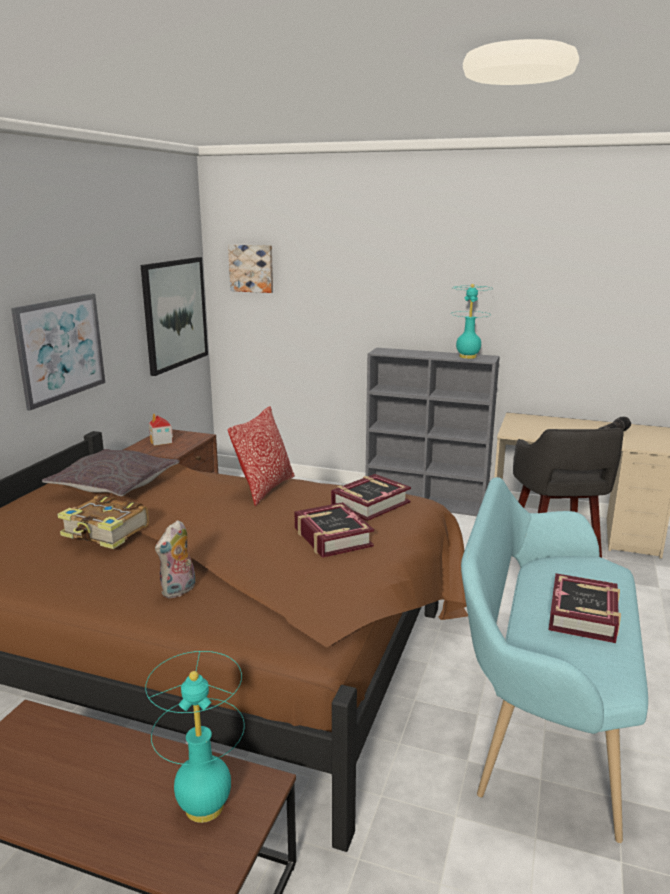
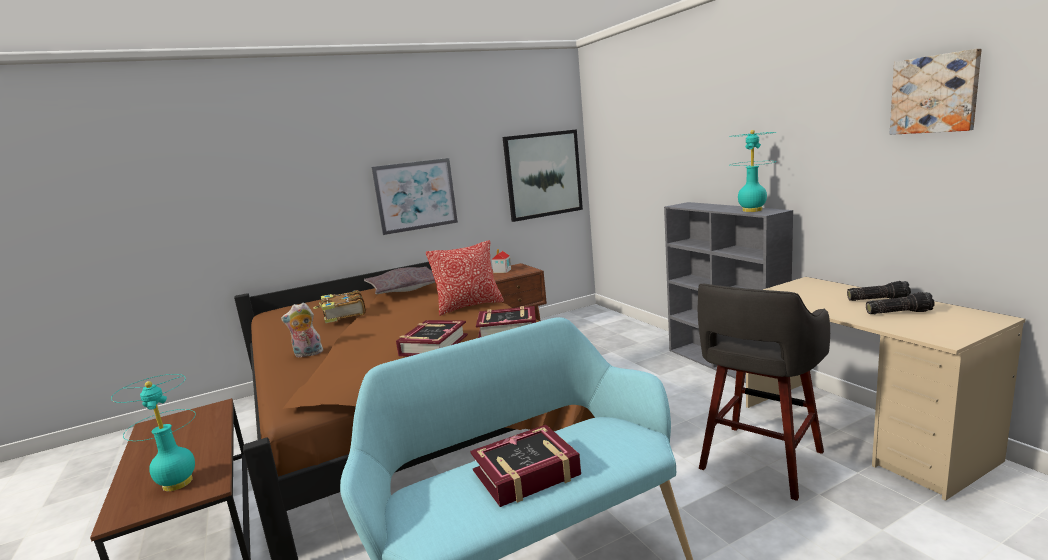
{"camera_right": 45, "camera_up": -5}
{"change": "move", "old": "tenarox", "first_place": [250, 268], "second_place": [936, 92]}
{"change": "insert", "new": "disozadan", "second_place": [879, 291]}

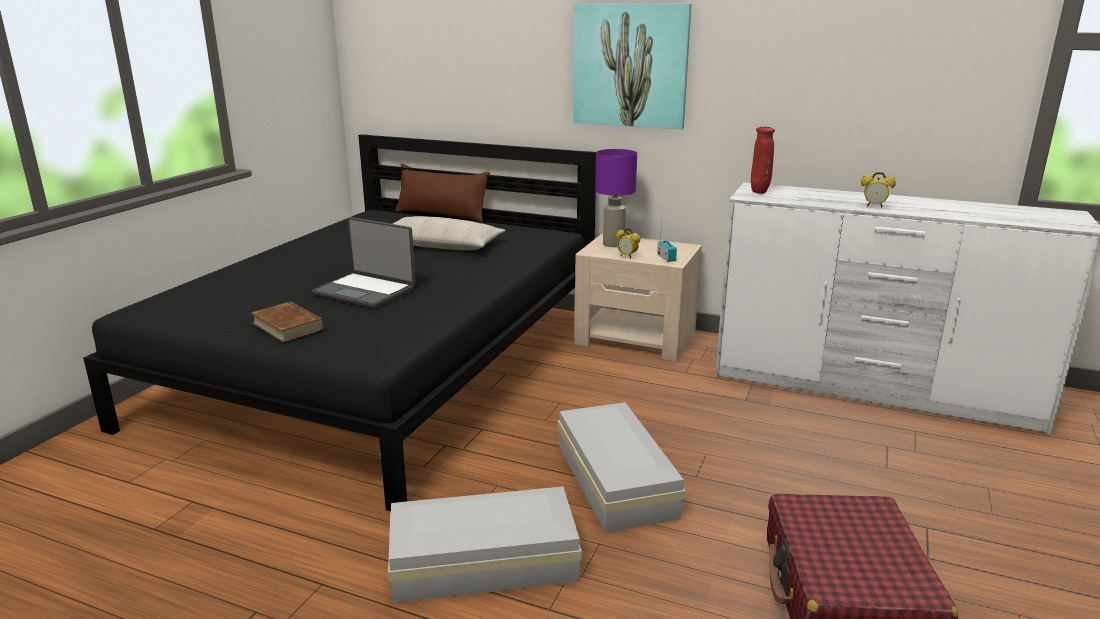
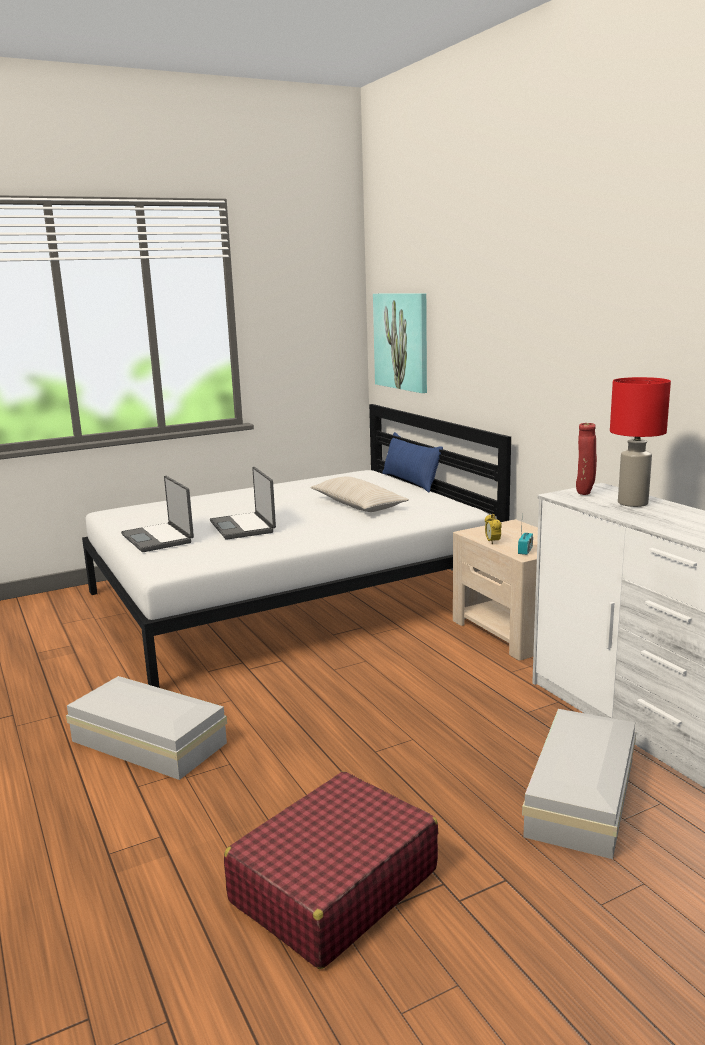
{"camera_right": 40, "camera_up": -5}
{"change": "move", "old": "tenarox", "first_place": [632, 66], "second_place": [400, 343]}
{"change": "recolor", "old": "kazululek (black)", "new": "kazululek (white)", "first_place": [339, 323], "second_place": [296, 546]}
{"change": "delete", "old": "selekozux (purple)", "first_place": [616, 198]}
{"change": "recolor", "old": "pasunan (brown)", "new": "pasunan (blue)", "first_place": [442, 193], "second_place": [412, 462]}
{"change": "delete", "old": "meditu", "first_place": [878, 189]}
{"change": "replace", "old": "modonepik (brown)", "new": "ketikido", "first_place": [287, 322], "second_place": [157, 514]}
{"change": "move", "old": "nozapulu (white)", "first_place": [621, 467], "second_place": [579, 784]}
{"change": "insert", "new": "selekozux (red)", "second_place": [640, 442]}

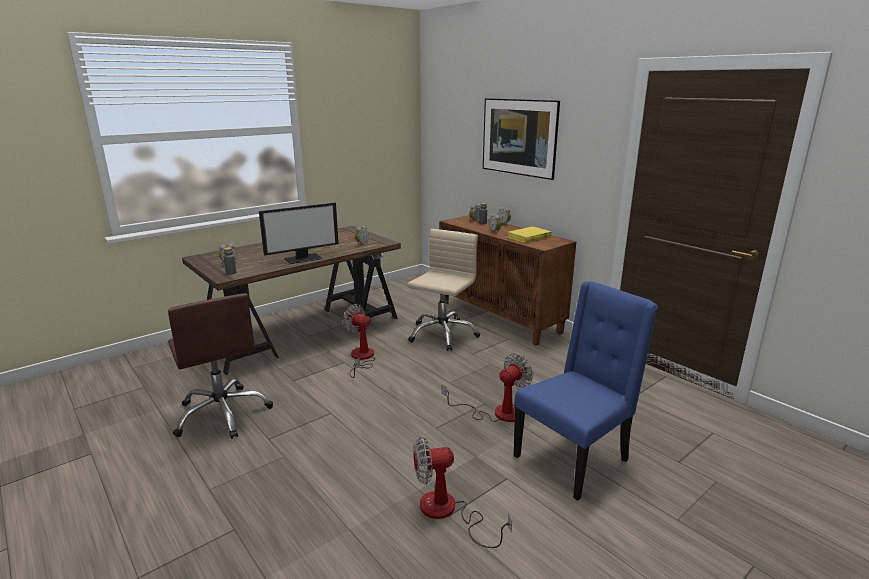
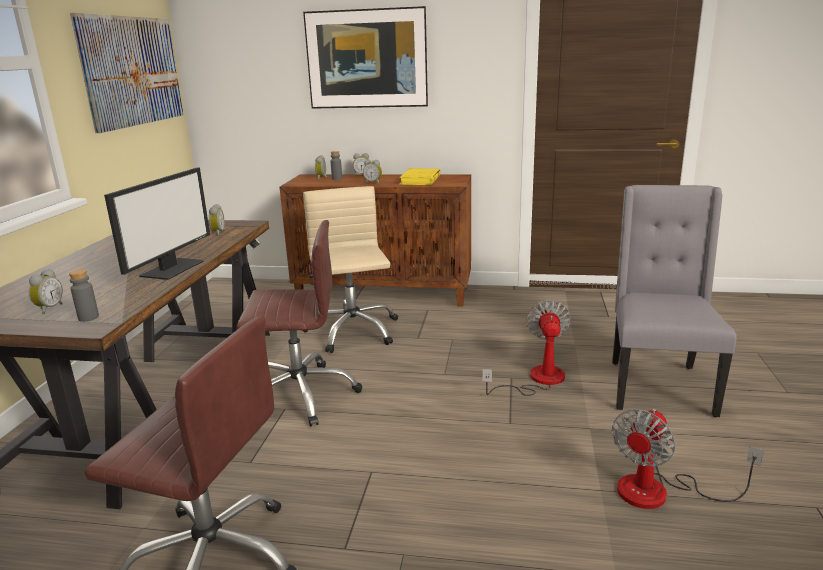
{"camera_right": -40, "camera_up": 0}
{"change": "recolor", "old": "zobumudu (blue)", "new": "zobumudu (grey)", "first_place": [586, 391], "second_place": [674, 301]}
{"change": "replace", "old": "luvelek", "new": "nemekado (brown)", "first_place": [359, 341], "second_place": [299, 323]}
{"change": "insert", "new": "tenarox", "second_place": [126, 73]}

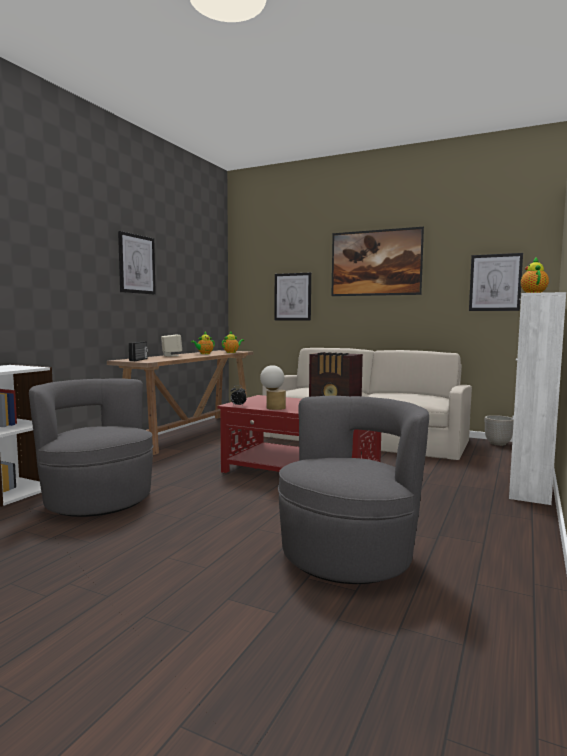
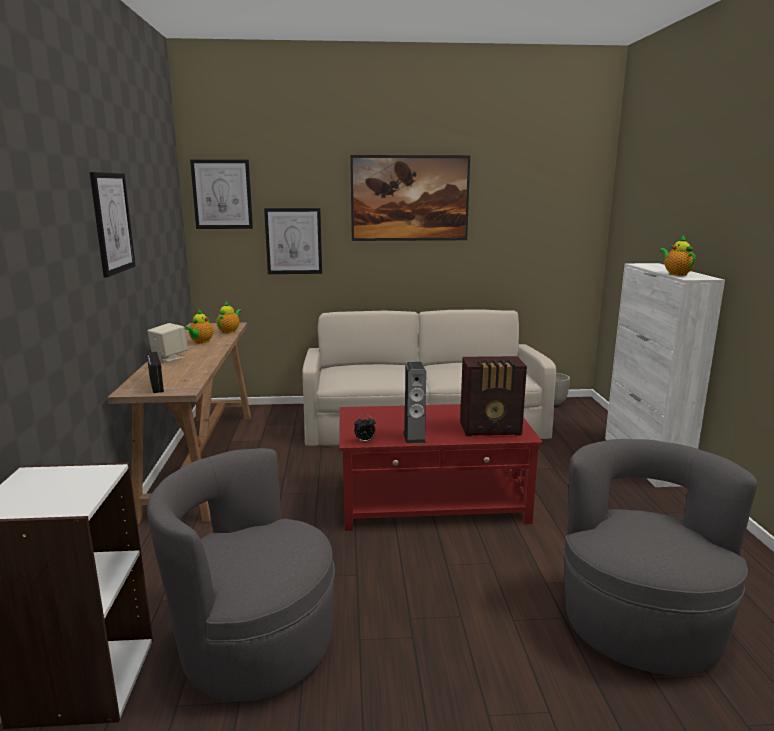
{"camera_right": -30, "camera_up": 10}
{"change": "move", "old": "tenarox", "first_place": [496, 282], "second_place": [221, 194]}
{"change": "replace", "old": "selekozux", "new": "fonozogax", "first_place": [273, 387], "second_place": [414, 403]}

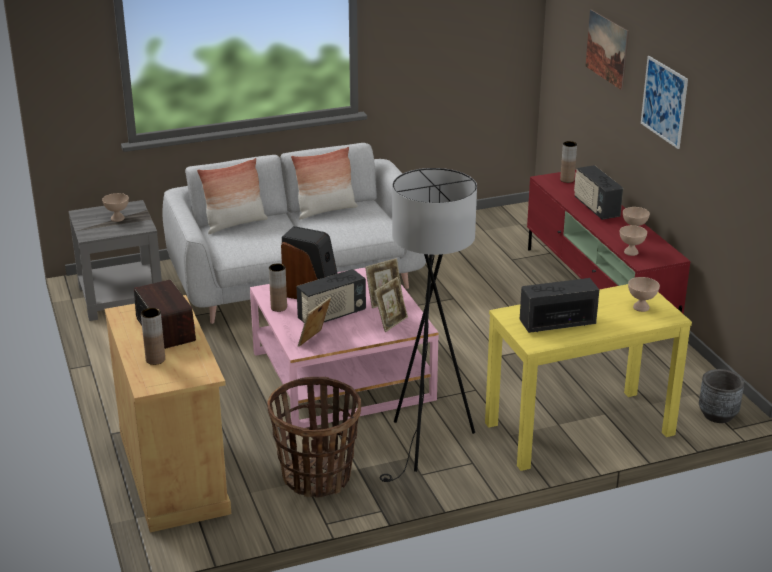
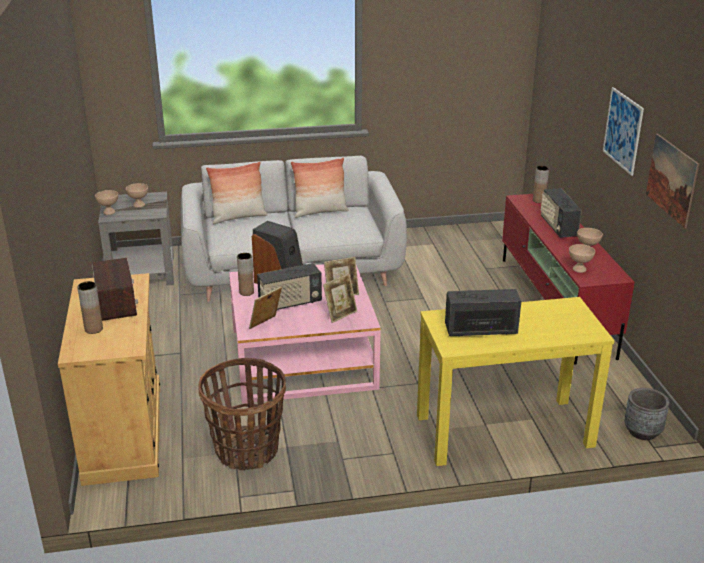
{"camera_right": 10, "camera_up": 0}
{"change": "move", "old": "tenarox", "first_place": [607, 49], "second_place": [672, 181]}
{"change": "delete", "old": "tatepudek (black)", "first_place": [428, 325]}
{"change": "move", "old": "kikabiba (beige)", "first_place": [644, 294], "second_place": [106, 202]}

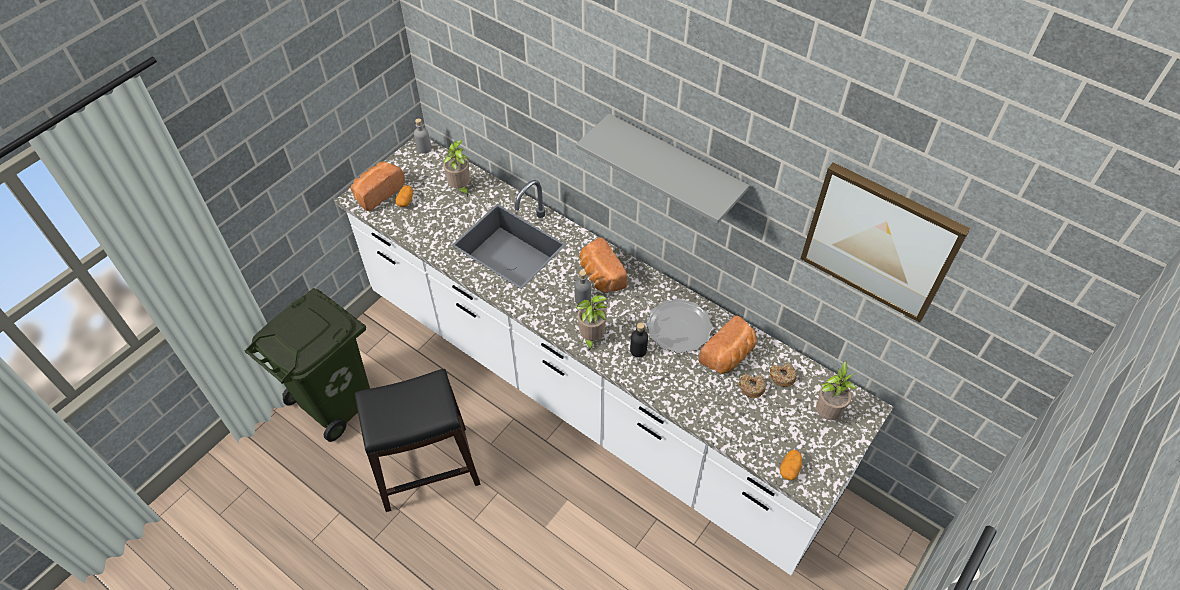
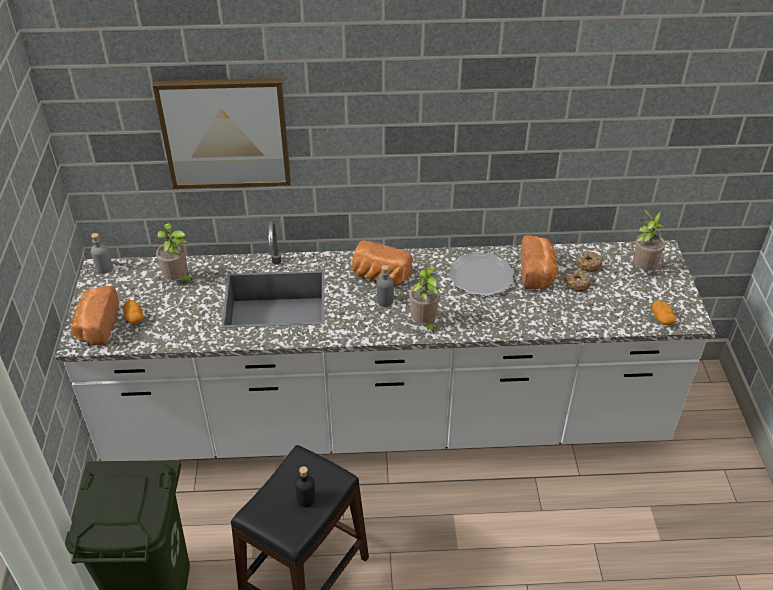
{"camera_right": -40, "camera_up": -10}
{"change": "delete", "old": "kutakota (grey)", "first_place": [663, 168]}
{"change": "move", "old": "tenarox", "first_place": [885, 242], "second_place": [222, 133]}
{"change": "move", "old": "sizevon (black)", "first_place": [639, 340], "second_place": [305, 487]}

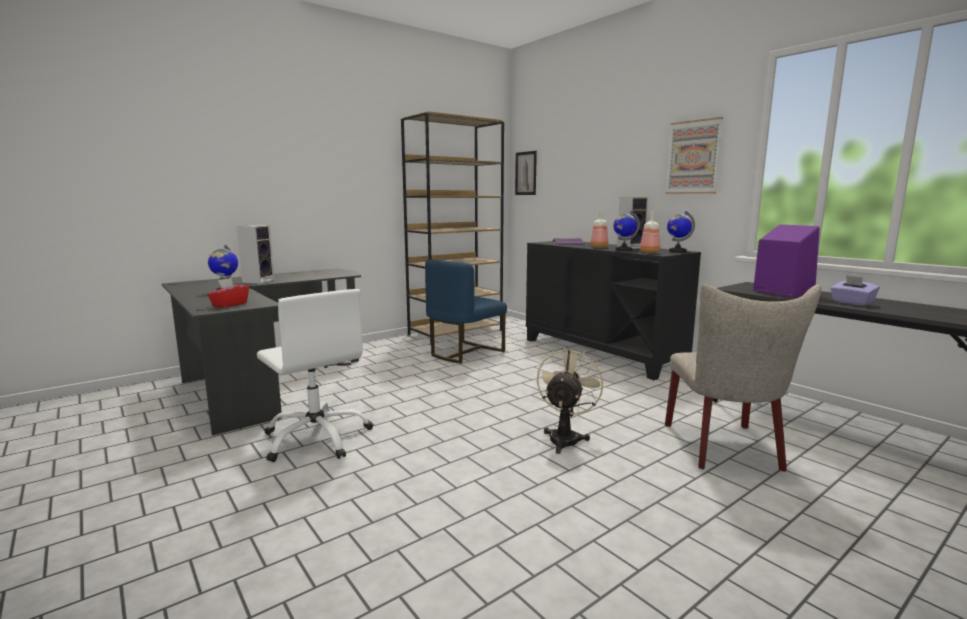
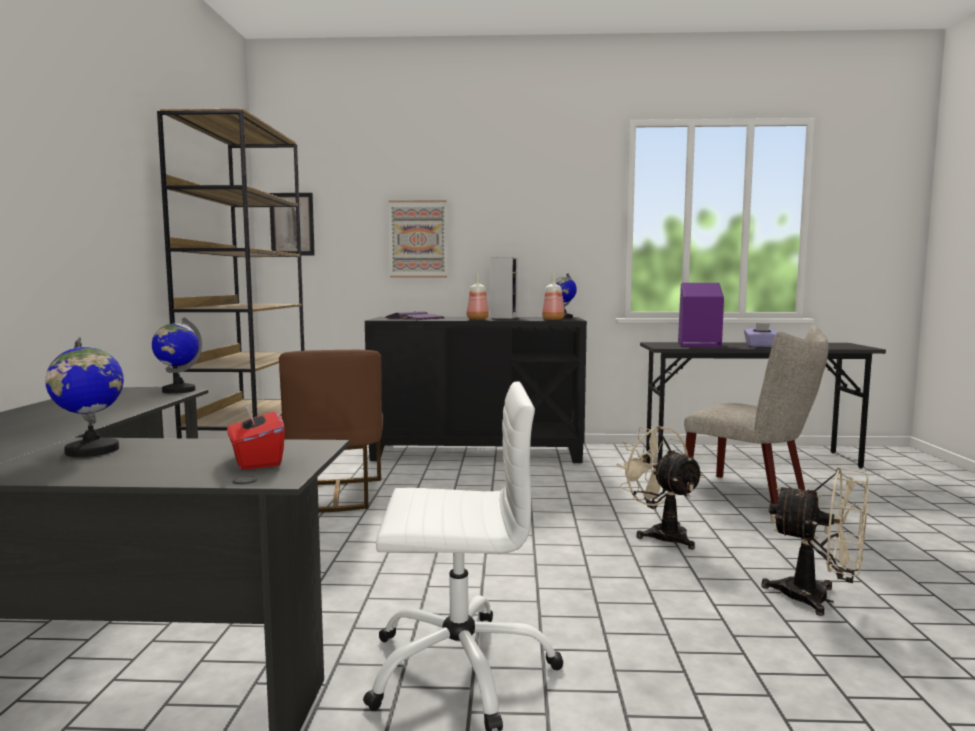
{"camera_right": -50, "camera_up": -5}
{"change": "move", "old": "tenarox", "first_place": [694, 155], "second_place": [418, 238]}
{"change": "move", "old": "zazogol", "first_place": [626, 231], "second_place": [177, 355]}
{"change": "delete", "old": "fonozogax", "first_place": [256, 254]}
{"change": "recolor", "old": "zobumudu (blue)", "new": "zobumudu (brown)", "first_place": [466, 311], "second_place": [331, 431]}
{"change": "insert", "new": "luvelek (beige)", "second_place": [815, 542]}

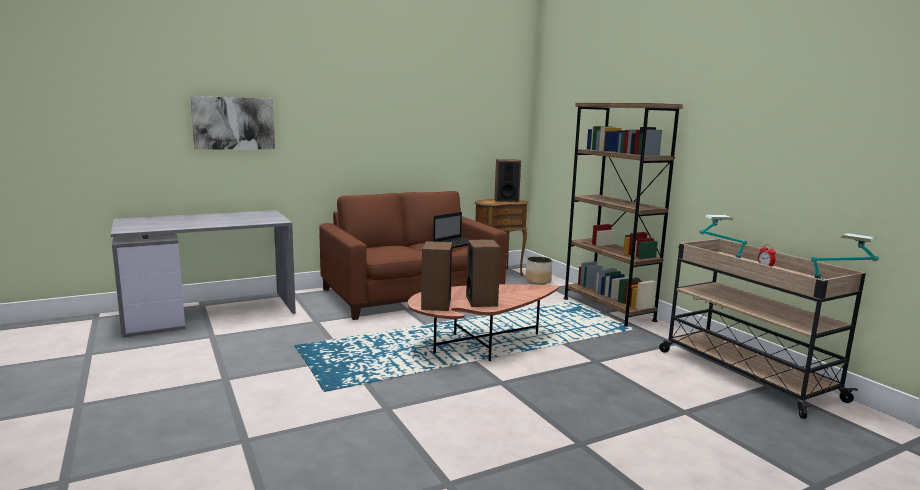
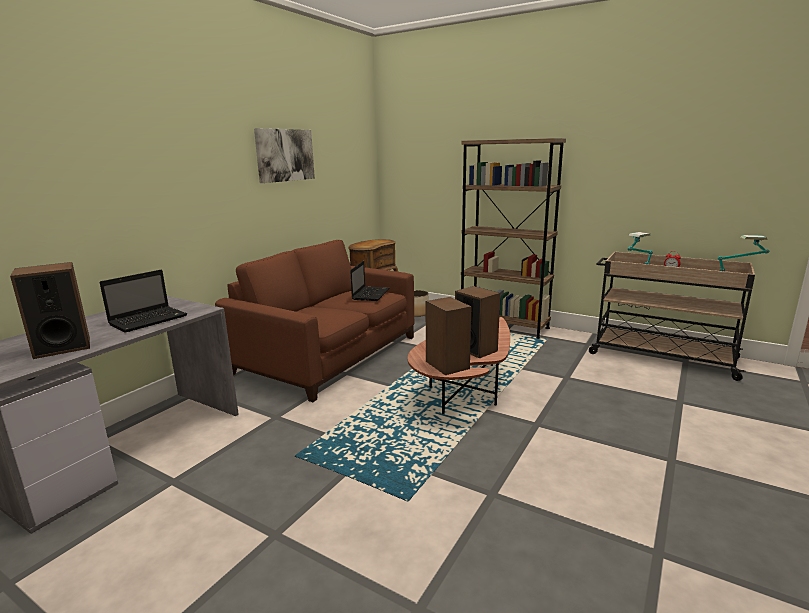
{"camera_right": -30, "camera_up": 5}
{"change": "move", "old": "tenarox", "first_place": [232, 123], "second_place": [284, 155]}
{"change": "move", "old": "fonozogax", "first_place": [507, 180], "second_place": [50, 310]}
{"change": "insert", "new": "ketikido", "second_place": [143, 301]}

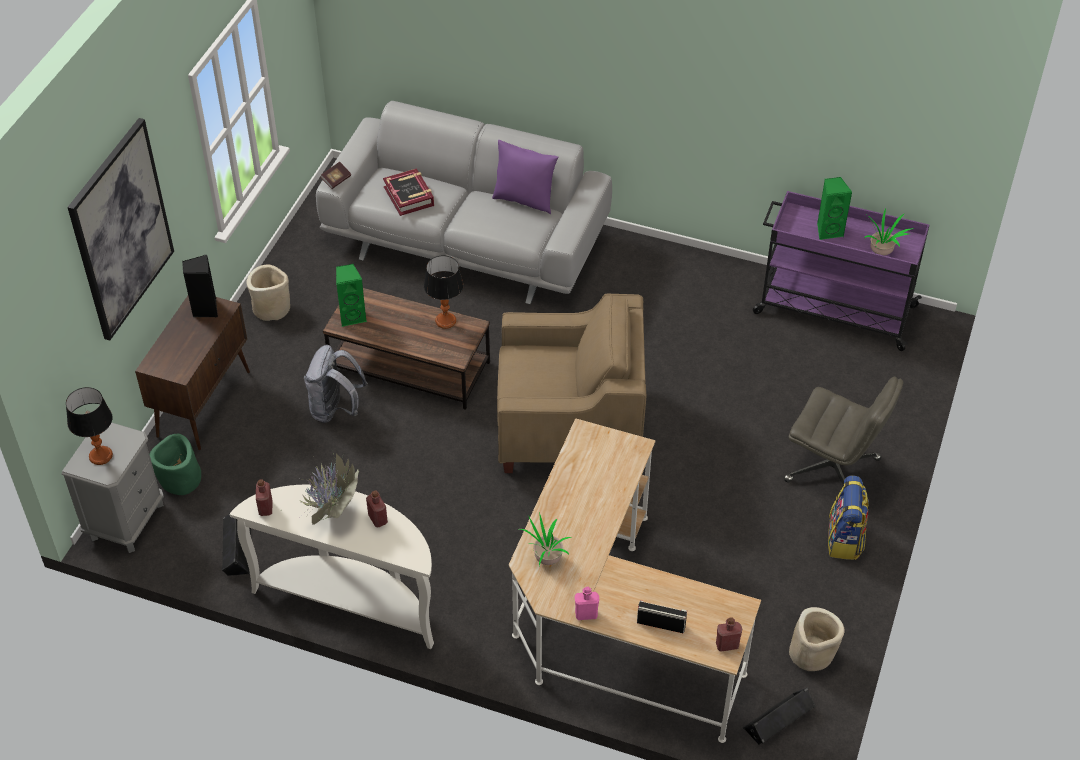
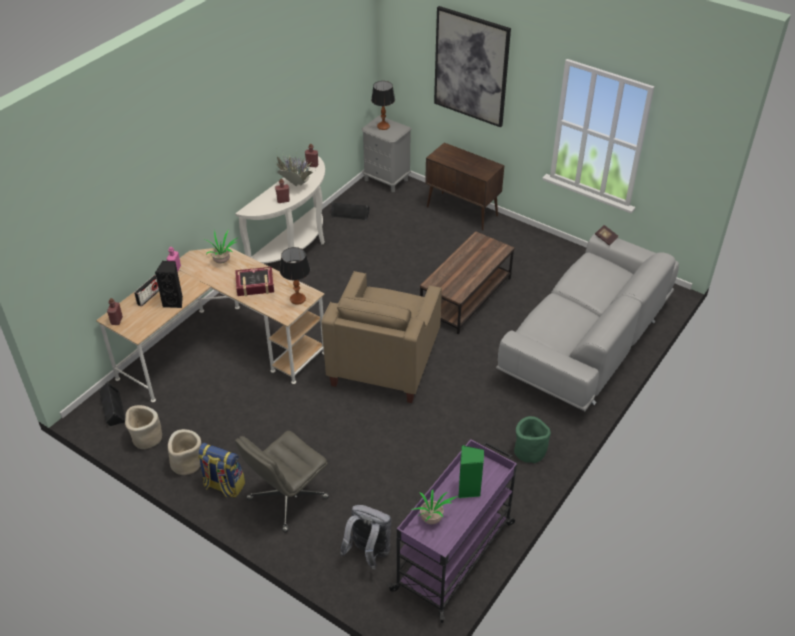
{"camera_right": 105, "camera_up": -5}
{"change": "delete", "old": "pasunan (purple)", "first_place": [525, 177]}
{"change": "move", "old": "modonepik", "first_place": [408, 192], "second_place": [254, 281]}
{"change": "move", "old": "fonozogax (black)", "first_place": [200, 286], "second_place": [169, 284]}
{"change": "move", "old": "selekozux", "first_place": [444, 292], "second_place": [295, 276]}
{"change": "delete", "old": "fonozogax (green)", "first_place": [351, 295]}
{"change": "move", "old": "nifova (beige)", "first_place": [268, 293], "second_place": [184, 452]}
{"change": "move", "old": "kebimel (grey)", "first_place": [336, 384], "second_place": [365, 537]}
{"change": "move", "old": "nifova (green)", "first_place": [175, 464], "second_place": [532, 439]}

